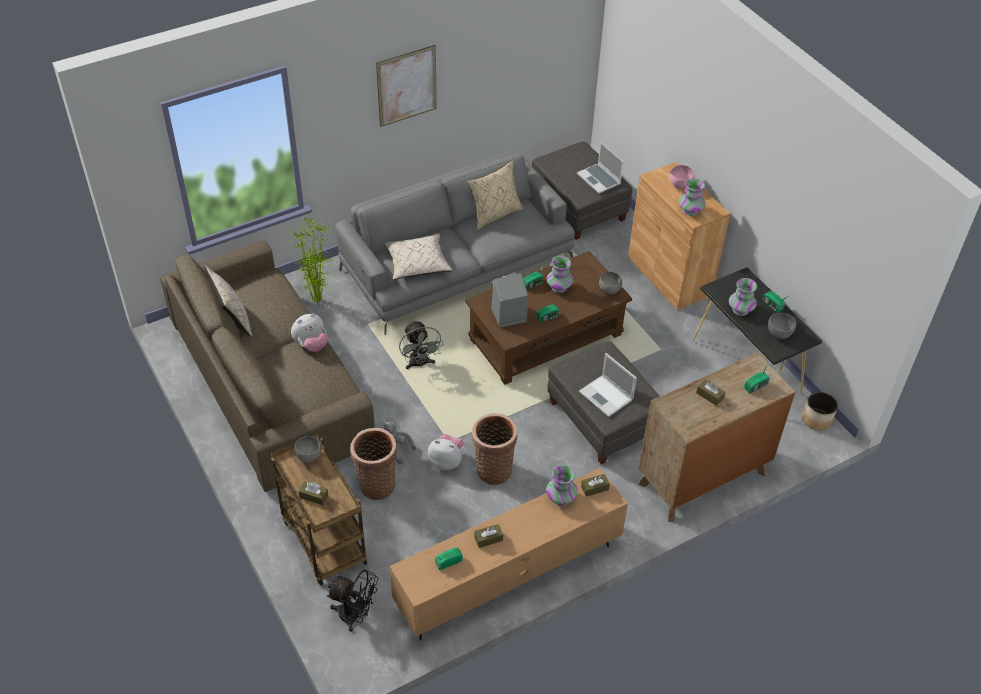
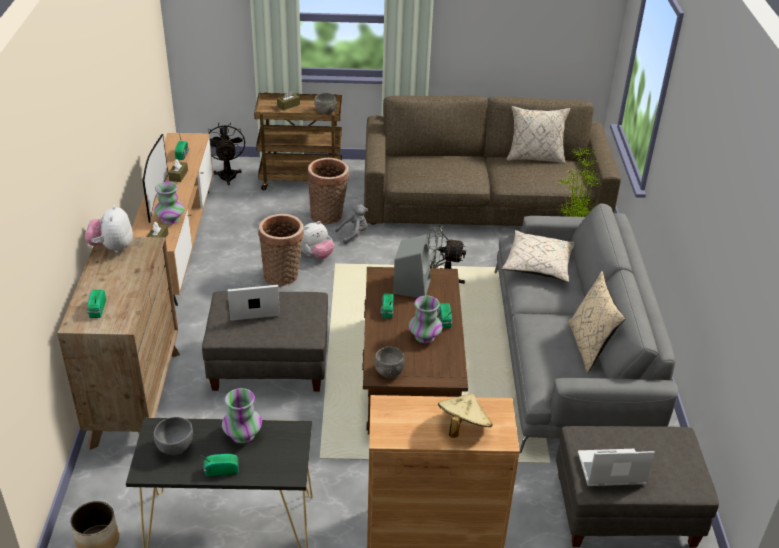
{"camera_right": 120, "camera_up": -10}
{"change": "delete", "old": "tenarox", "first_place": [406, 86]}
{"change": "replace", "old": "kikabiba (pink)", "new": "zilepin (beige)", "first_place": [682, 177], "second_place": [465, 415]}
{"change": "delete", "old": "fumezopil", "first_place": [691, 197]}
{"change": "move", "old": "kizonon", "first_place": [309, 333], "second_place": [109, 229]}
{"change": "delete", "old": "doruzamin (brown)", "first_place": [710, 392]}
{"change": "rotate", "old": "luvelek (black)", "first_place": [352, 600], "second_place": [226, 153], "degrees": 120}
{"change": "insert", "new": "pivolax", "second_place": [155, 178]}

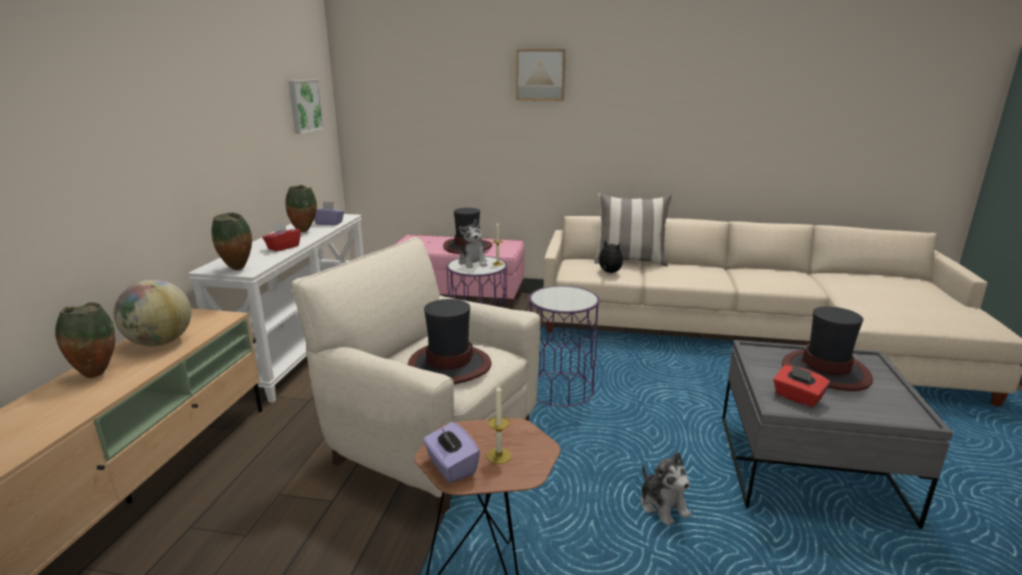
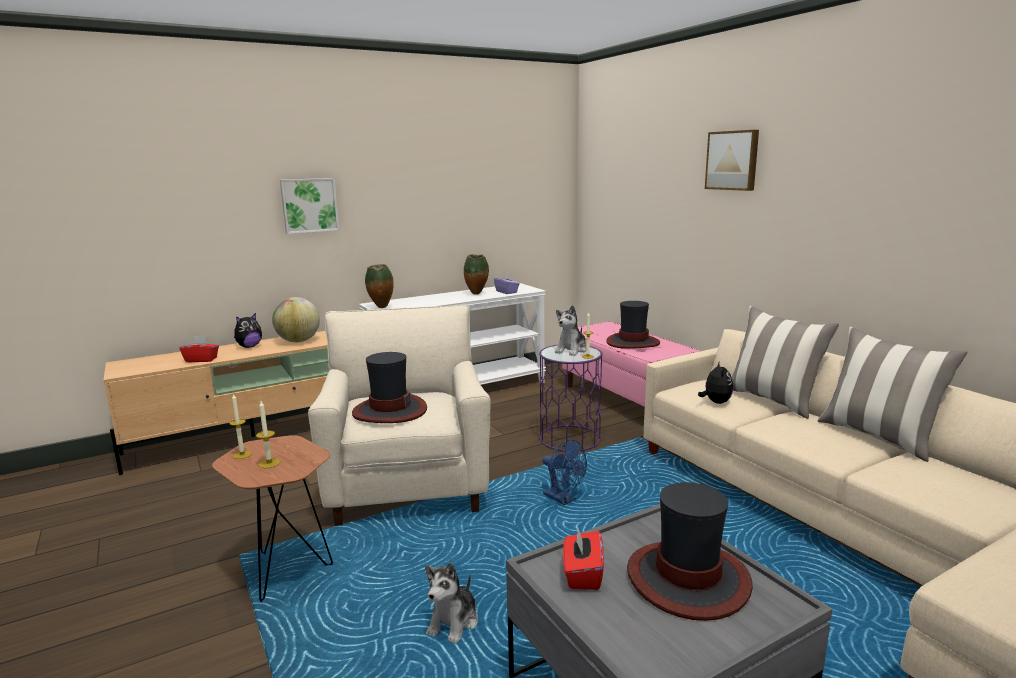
{"camera_right": 50, "camera_up": -5}
{"change": "move", "old": "tenarox", "first_place": [306, 106], "second_place": [309, 206]}
{"change": "move", "old": "doruzamin (red)", "first_place": [282, 236], "second_place": [199, 349]}
{"change": "replace", "old": "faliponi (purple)", "new": "luvelek (blue)", "first_place": [564, 346], "second_place": [564, 472]}
{"change": "replace", "old": "fumezopil", "new": "kizonon", "first_place": [85, 340], "second_place": [248, 330]}
{"change": "replace", "old": "doruzamin (purple)", "new": "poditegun", "first_place": [451, 452], "second_place": [240, 426]}
{"change": "insert", "new": "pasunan", "second_place": [892, 394]}

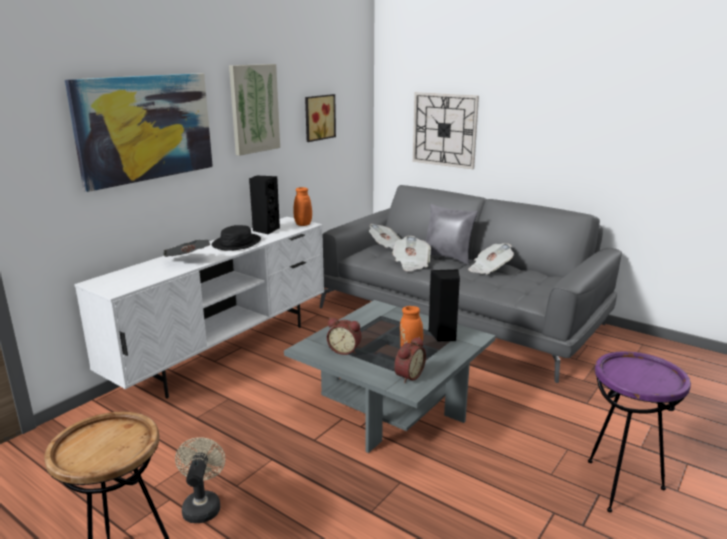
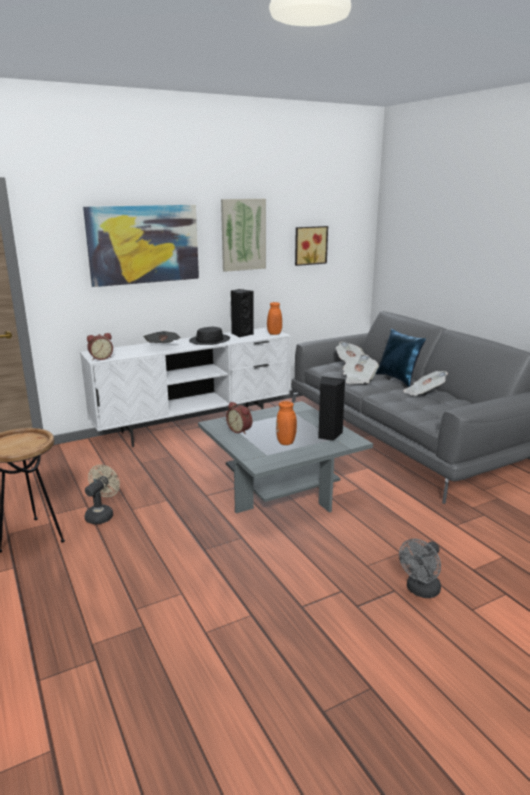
{"camera_right": 25, "camera_up": 0}
{"change": "delete", "old": "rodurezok", "first_place": [446, 130]}
{"change": "recolor", "old": "pasunan (grey)", "new": "pasunan (blue)", "first_place": [451, 234], "second_place": [400, 358]}
{"change": "move", "old": "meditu", "first_place": [410, 360], "second_place": [100, 346]}
{"change": "replace", "old": "faliponi (purple)", "new": "luvelek (grey)", "first_place": [639, 431], "second_place": [420, 568]}

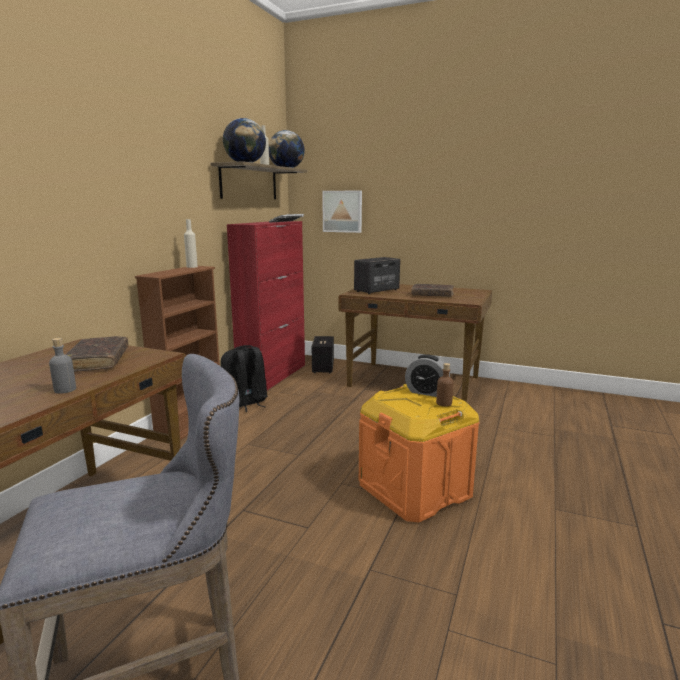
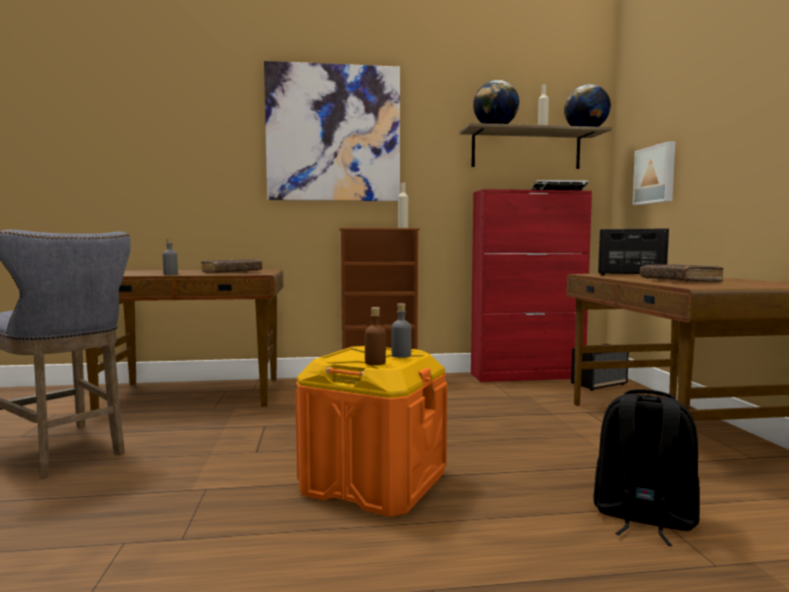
{"camera_right": 60, "camera_up": -10}
{"change": "move", "old": "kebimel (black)", "first_place": [244, 378], "second_place": [646, 467]}
{"change": "replace", "old": "meditu", "new": "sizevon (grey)", "first_place": [427, 375], "second_place": [401, 330]}
{"change": "insert", "new": "tenarox", "second_place": [332, 131]}

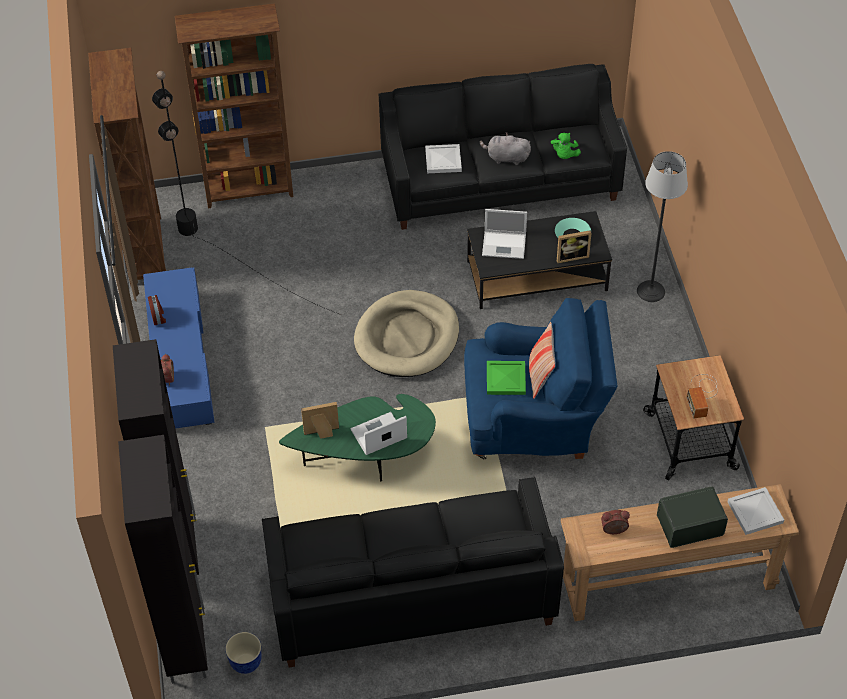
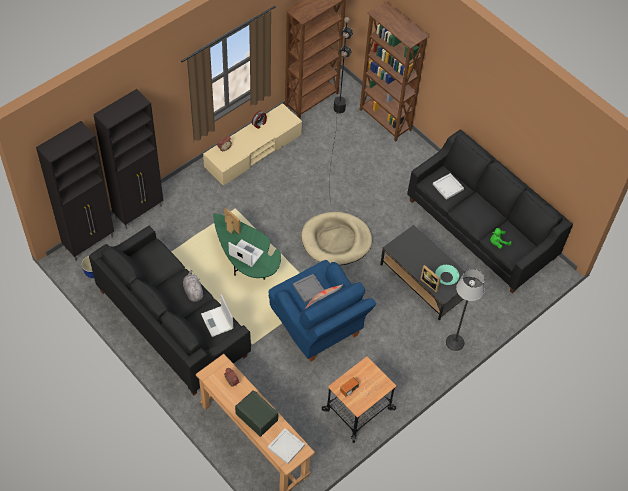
{"camera_right": 55, "camera_up": 5}
{"change": "move", "old": "kizonon (grey)", "first_place": [505, 149], "second_place": [193, 286]}
{"change": "move", "old": "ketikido", "first_place": [504, 234], "second_place": [217, 315]}
{"change": "recolor", "old": "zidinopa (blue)", "new": "zidinopa (beige)", "first_place": [179, 348], "second_place": [252, 144]}
{"change": "recolor", "old": "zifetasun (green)", "new": "zifetasun (grey)", "first_place": [506, 378], "second_place": [308, 288]}

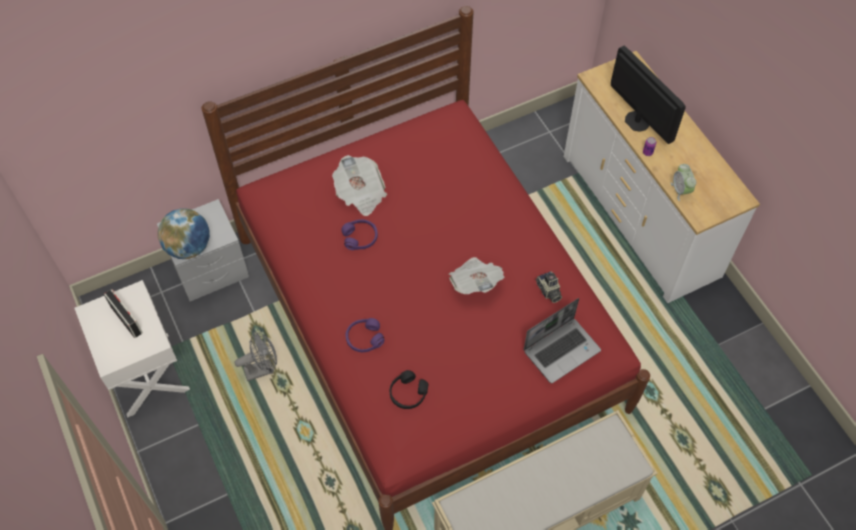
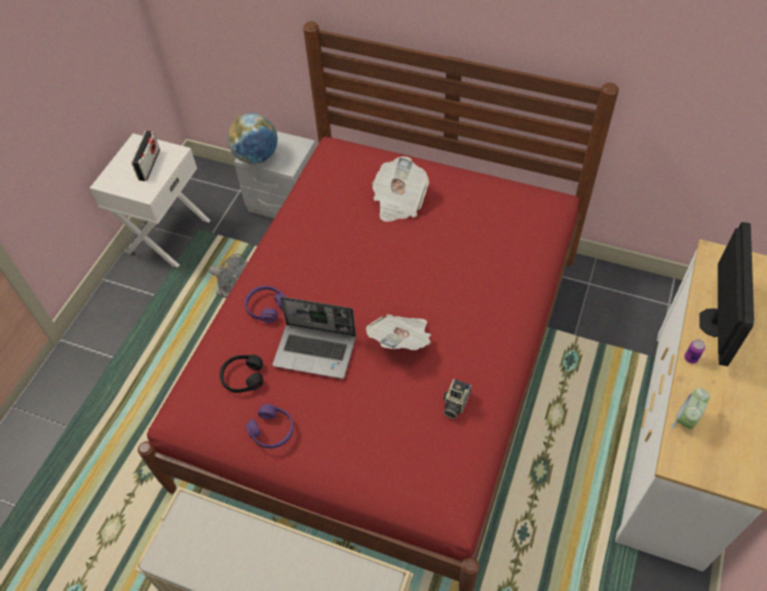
{"camera_right": 50, "camera_up": -5}
{"change": "move", "old": "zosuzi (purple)", "first_place": [360, 234], "second_place": [269, 426]}
{"change": "move", "old": "ketikido", "first_place": [562, 340], "second_place": [314, 338]}

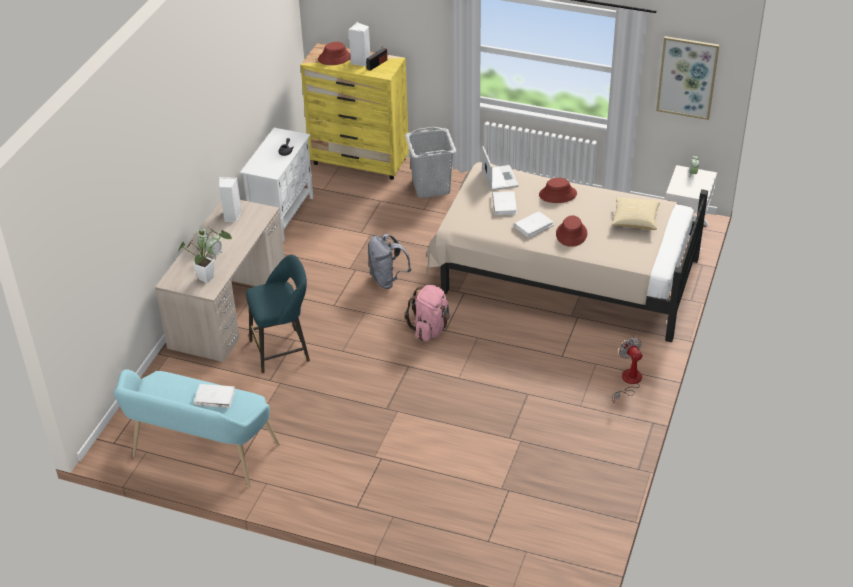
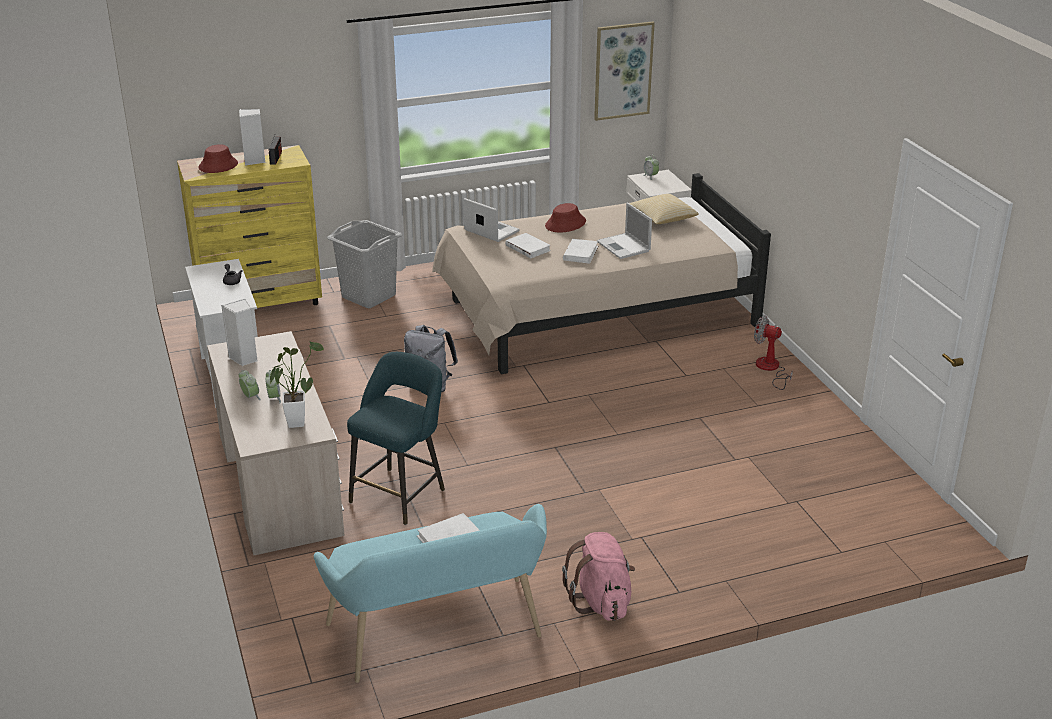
{"camera_right": -40, "camera_up": -10}
{"change": "replace", "old": "zilepin (red)", "new": "ketikido", "first_place": [571, 231], "second_place": [624, 231]}
{"change": "move", "old": "kebimel (pink)", "first_place": [427, 313], "second_place": [598, 576]}

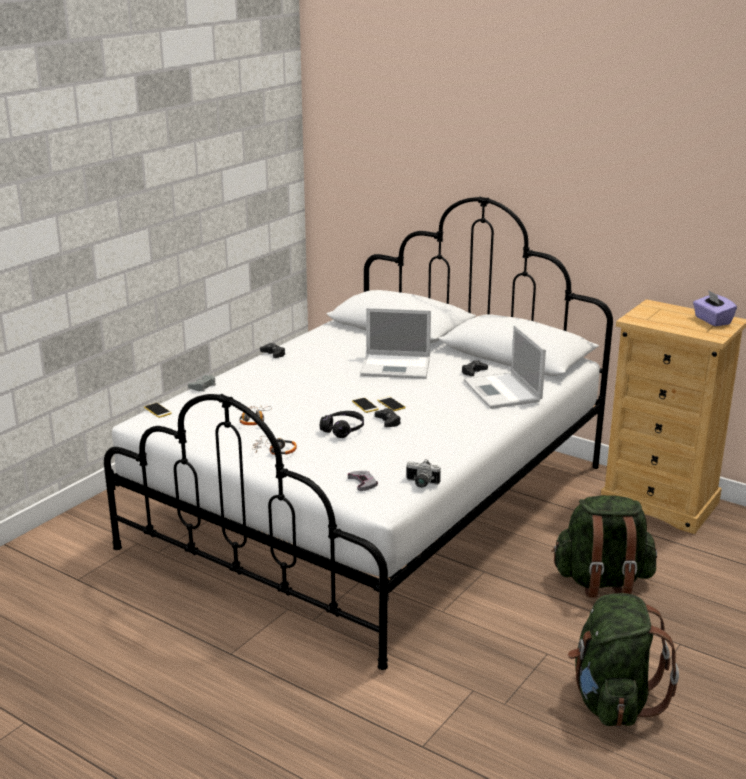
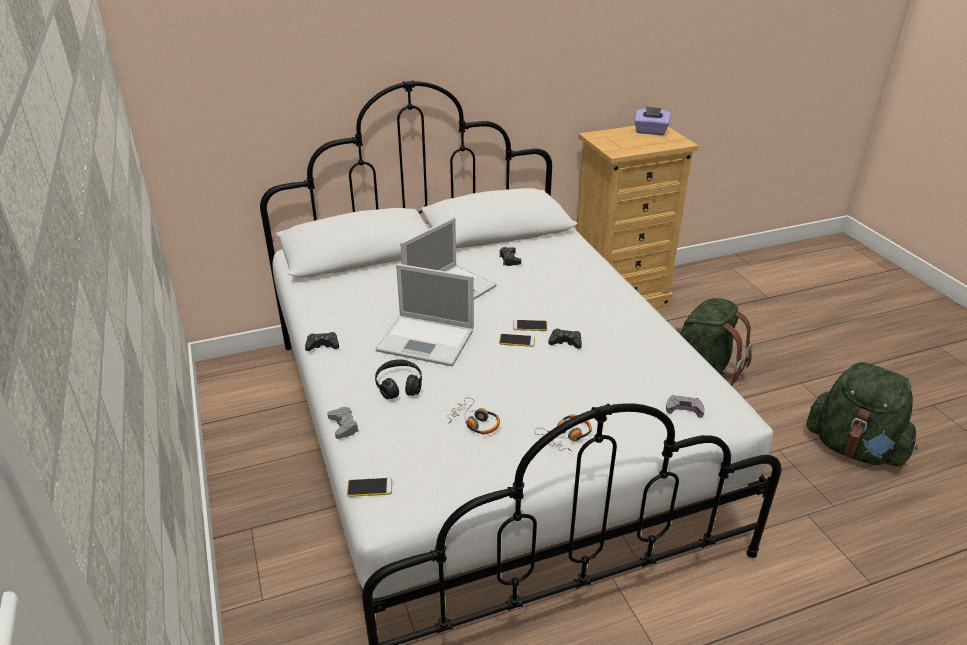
{"camera_right": -55, "camera_up": 10}
{"change": "move", "old": "ketikido", "first_place": [505, 367], "second_place": [425, 315]}
{"change": "move", "old": "zosuzi (black)", "first_place": [342, 424], "second_place": [398, 379]}
{"change": "delete", "old": "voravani", "first_place": [423, 473]}

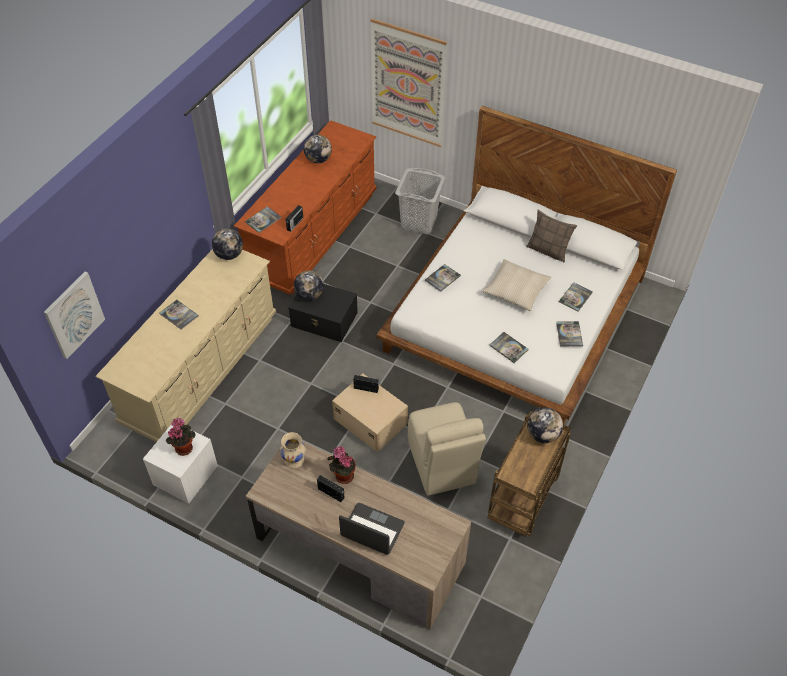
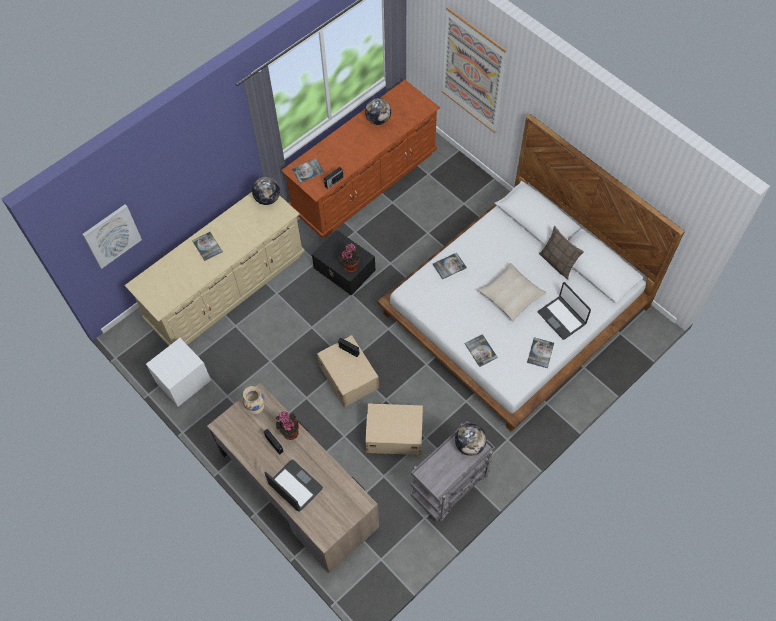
{"camera_right": 20, "camera_up": 10}
{"change": "delete", "old": "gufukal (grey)", "first_place": [420, 201]}
{"change": "delete", "old": "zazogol", "first_place": [309, 285]}
{"change": "replace", "old": "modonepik", "new": "ketikido", "first_place": [576, 297], "second_place": [564, 311]}
{"change": "replace", "old": "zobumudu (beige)", "new": "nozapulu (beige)", "first_place": [447, 448], "second_place": [394, 429]}
{"change": "recolor", "old": "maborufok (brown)", "new": "maborufok (grey)", "first_place": [529, 474], "second_place": [453, 471]}
{"change": "move", "old": "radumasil", "first_place": [181, 436], "second_place": [350, 258]}

